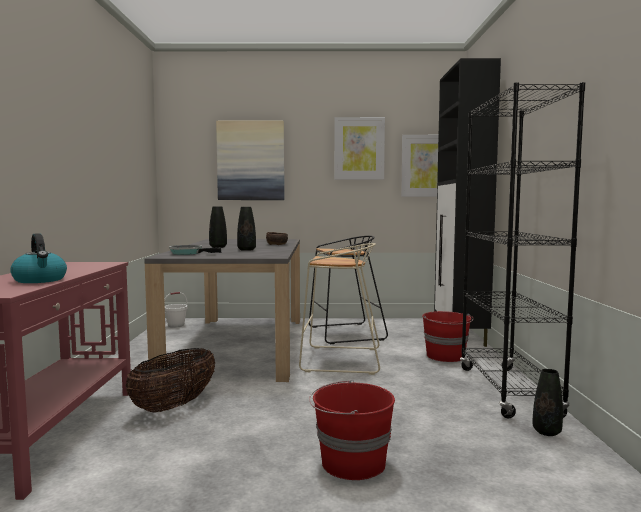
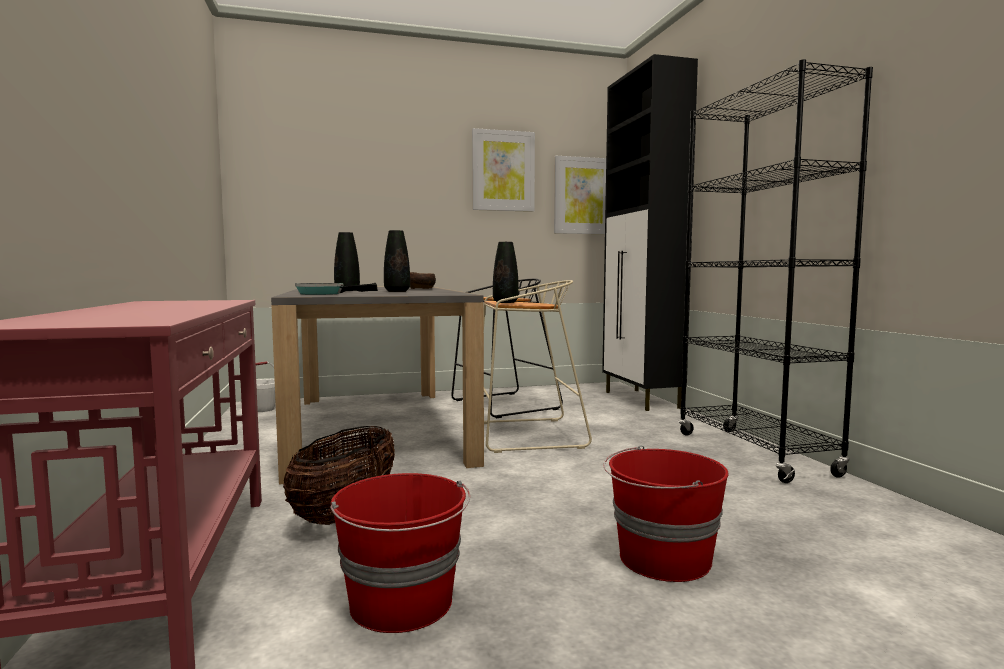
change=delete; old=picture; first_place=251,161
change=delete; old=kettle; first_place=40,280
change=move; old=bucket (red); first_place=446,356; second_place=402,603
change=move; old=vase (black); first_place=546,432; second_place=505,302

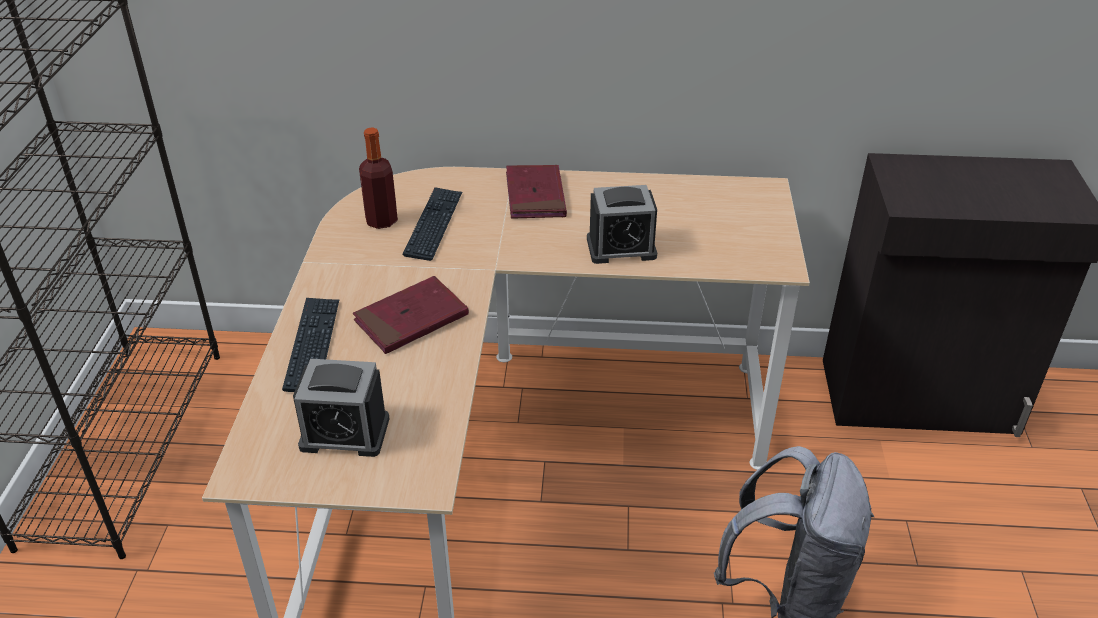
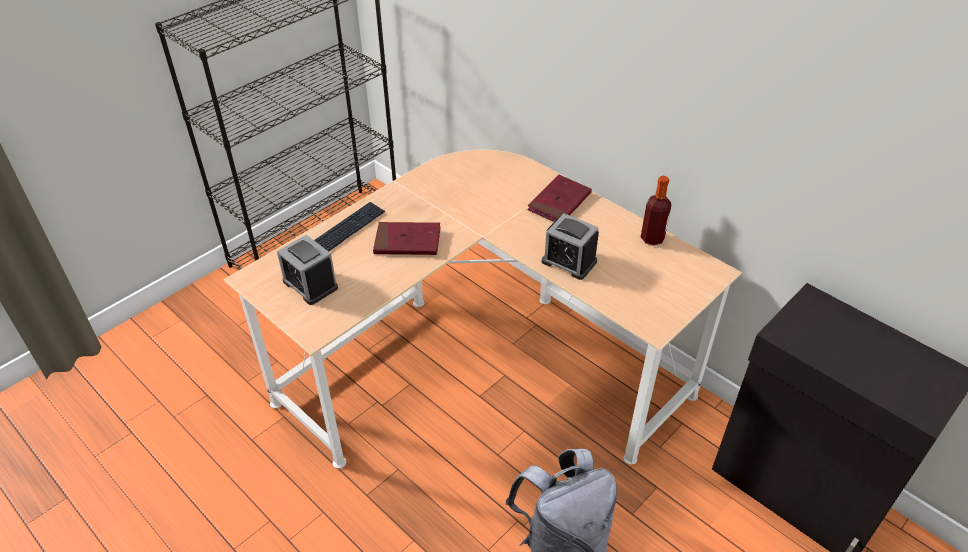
change=move; old=bottle; first_place=381,221; second_place=652,238
change=delete; old=keyboard; first_place=434,224

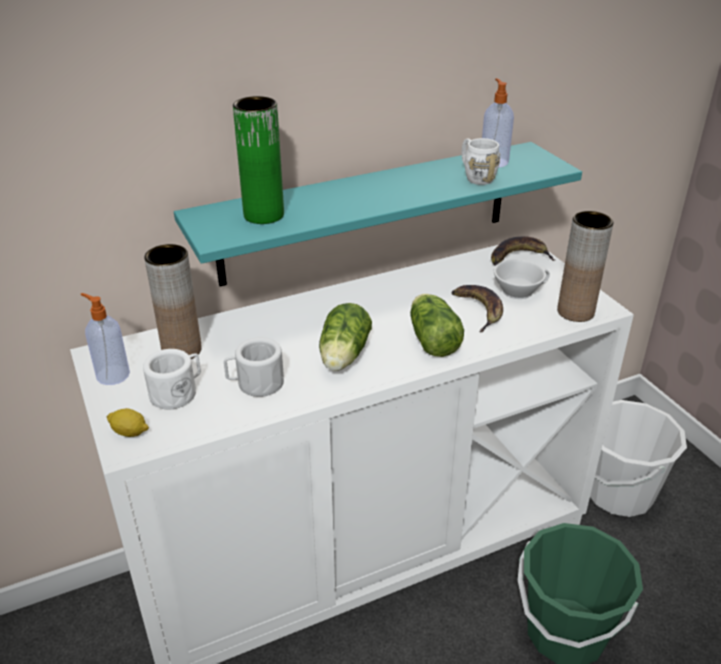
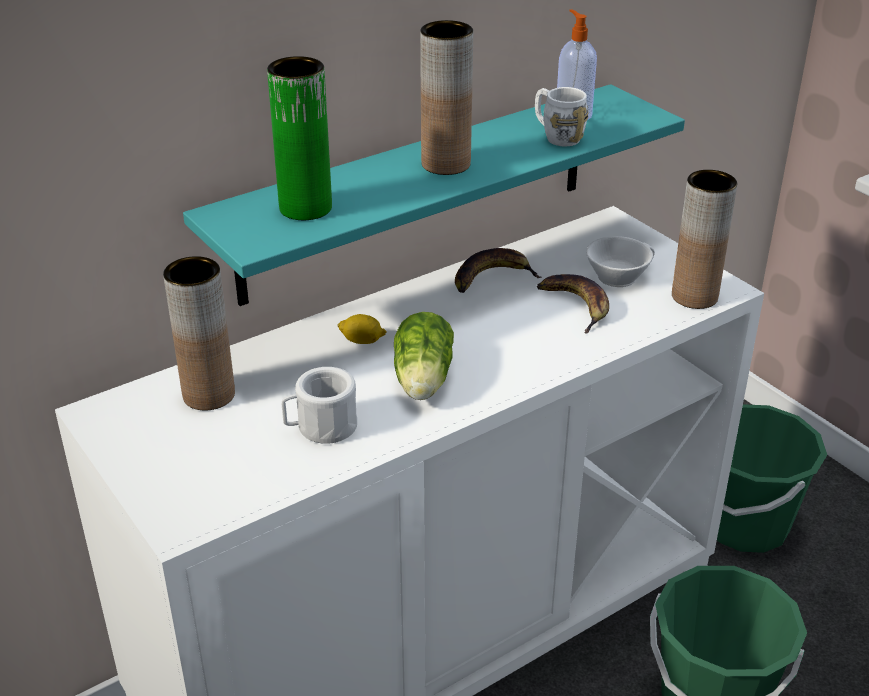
change=move; old=banana; first_place=519,257; second_place=492,277
change=delete; old=soap dispenser; first_place=112,375
change=delete; old=lettuce; first_place=432,338
change=delete; old=mug (white); first_place=178,393
change=recolor; old=bucket (white); new=bucket (green); first_place=618,493; second_place=744,524
change=move; old=lemon; first_place=129,432; second_place=362,341
change=insert; new=vase (brown); second_place=446,164

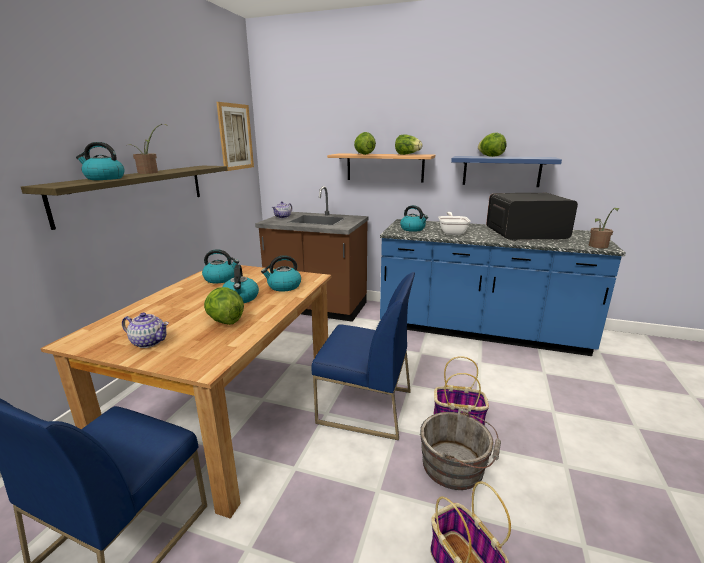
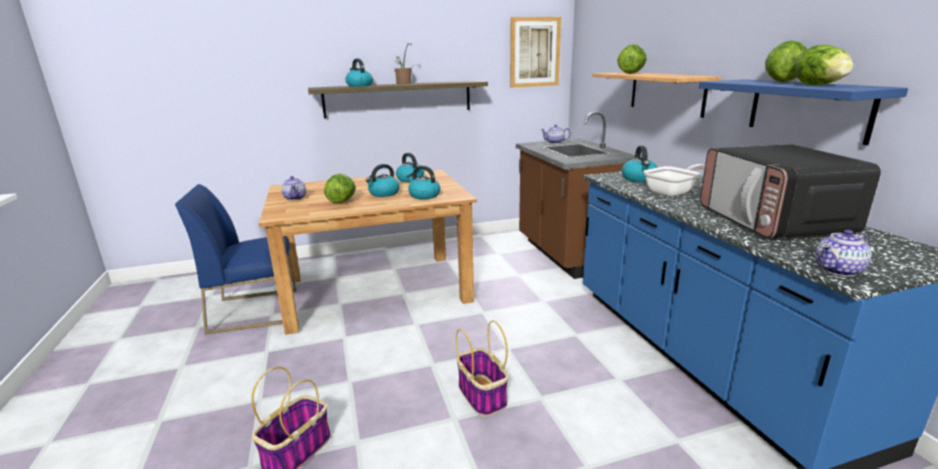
change=move; old=lettuce; first_place=407,154; second_place=821,85
change=rotate; old=microwave; first_place=524,234; second_place=773,221; degrees=-150
change=replace; old=potted plant; new=teapot; first_place=598,246; second_place=839,270
change=delete; old=chair (blue); first_place=364,407
change=delete; old=bucket (grey); first_place=456,466

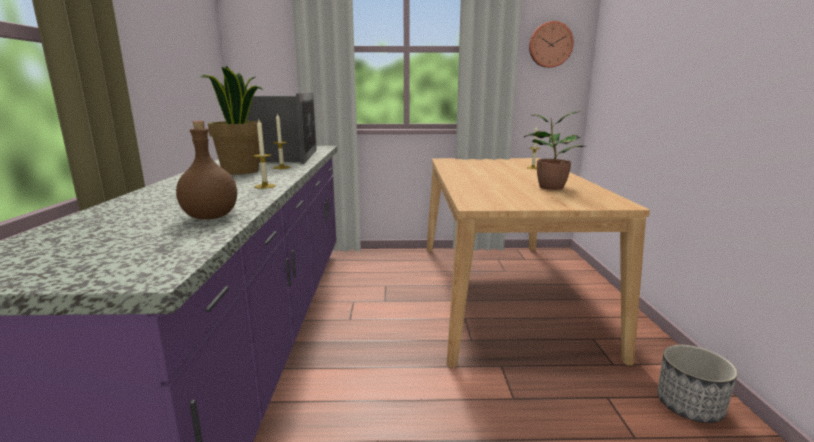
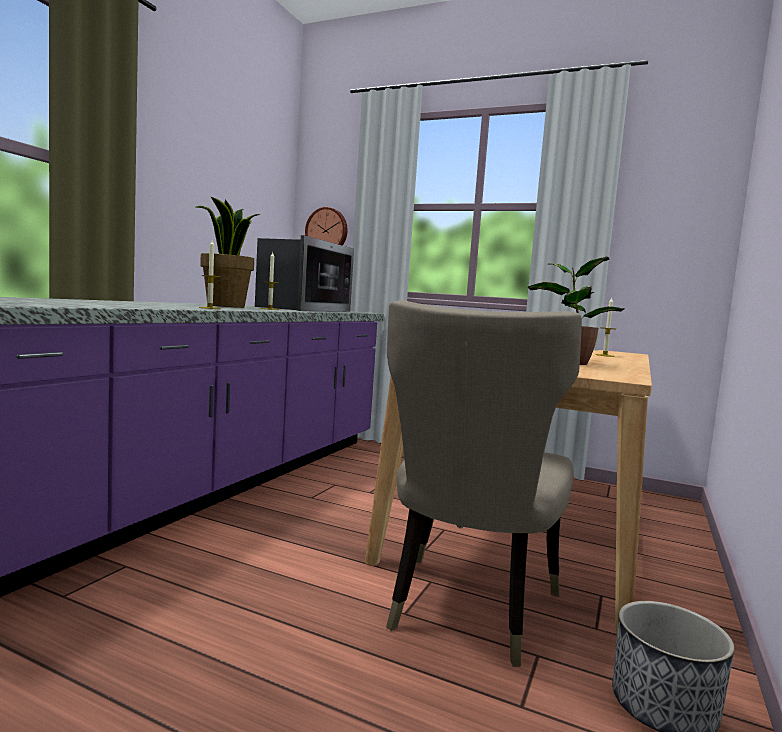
change=move; old=wall clock; first_place=550,45; second_place=327,231
change=delete; old=bottle (brown); first_place=211,217
change=insert; new=chair (beige); second_place=466,611

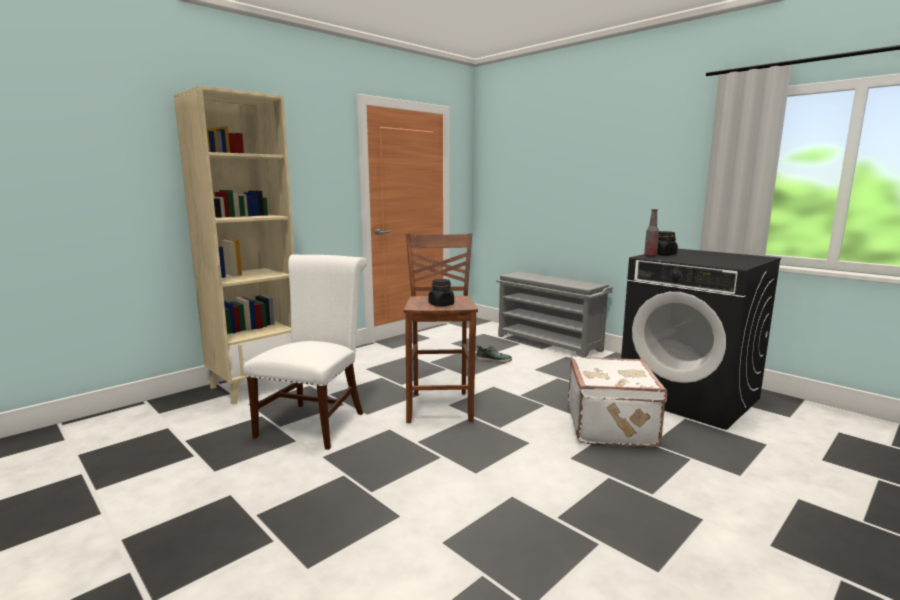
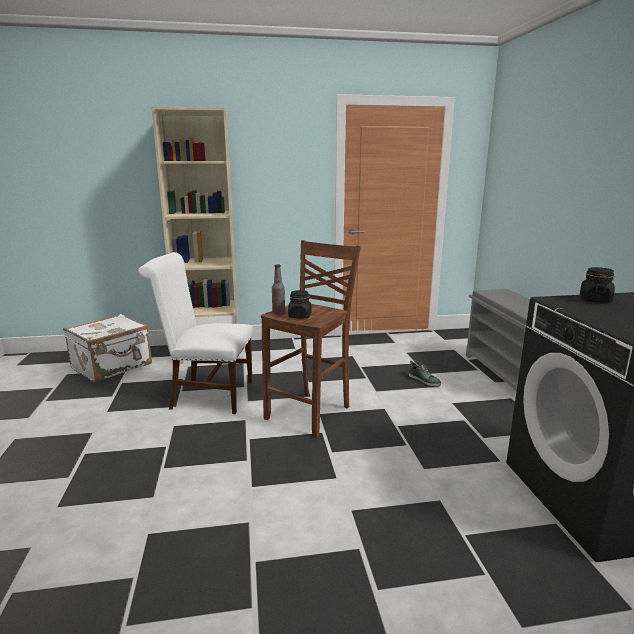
change=move; old=bottle; first_place=650,256; second_place=278,313
change=rotate; old=chair (white); first_place=315,422; second_place=206,395; degrees=-135
change=move; old=suitcase (white); first_place=612,426; second_place=113,367

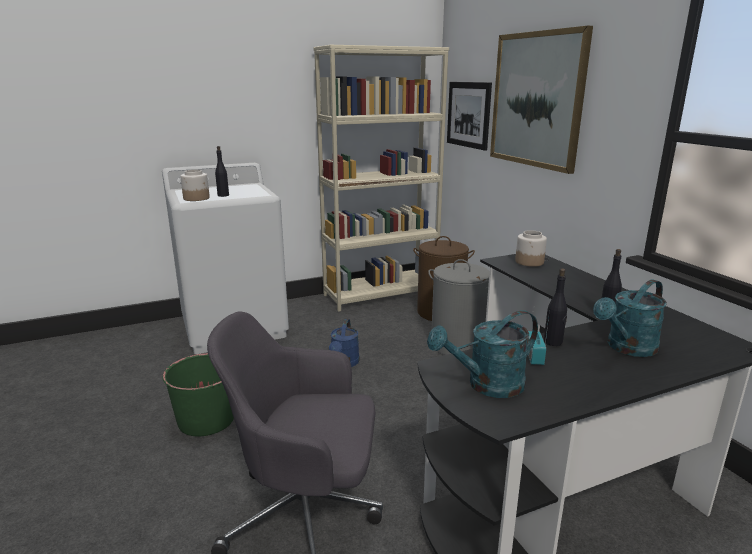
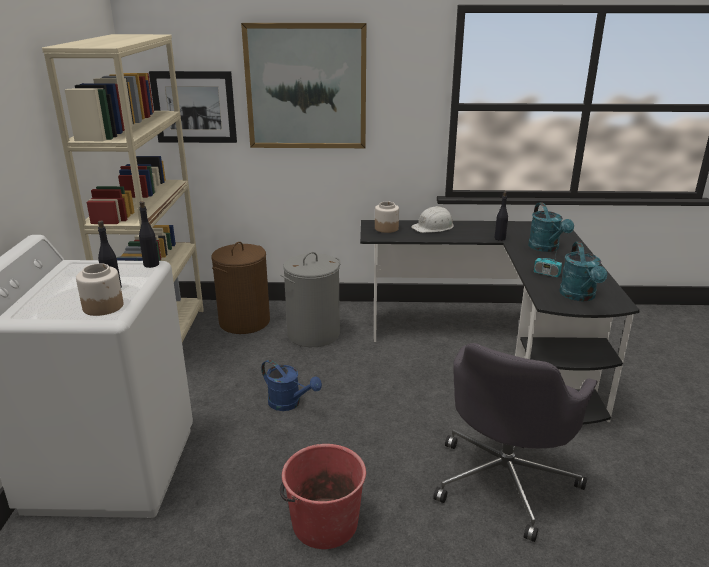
change=move; old=bottle (black); first_place=553,342; second_place=151,264
change=recolor; old=bucket (green); new=bucket (red); first_place=207,419; second_place=324,523
change=insert; new=hard hat (white); second_place=433,227

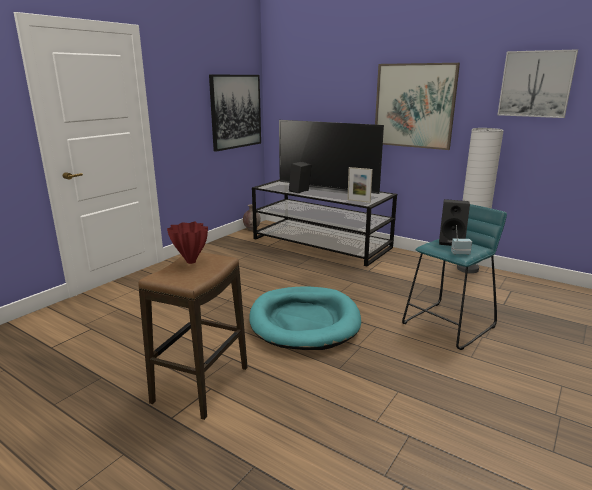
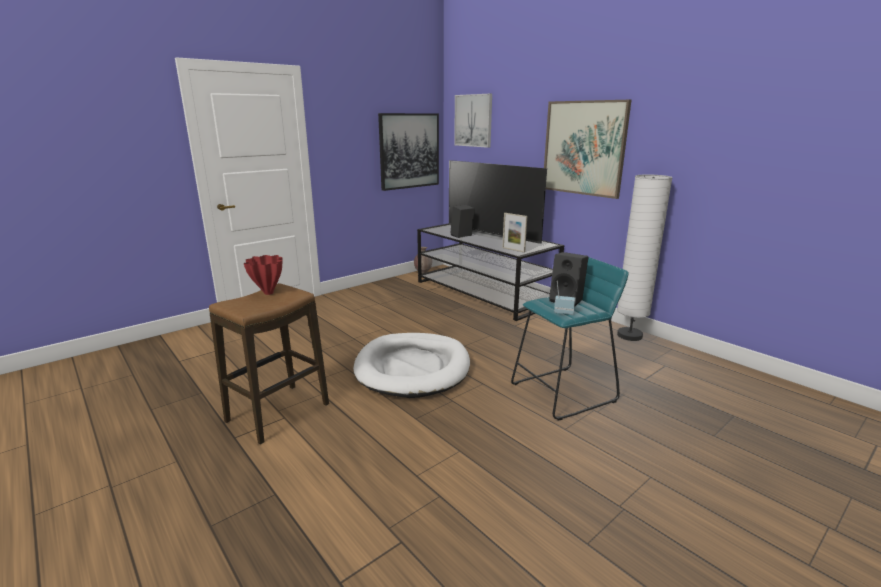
change=move; old=picture; first_place=535,84; second_place=473,120
change=recolor; old=dog bed (turquoise); new=dog bed (white); first_place=304,321; second_place=413,368

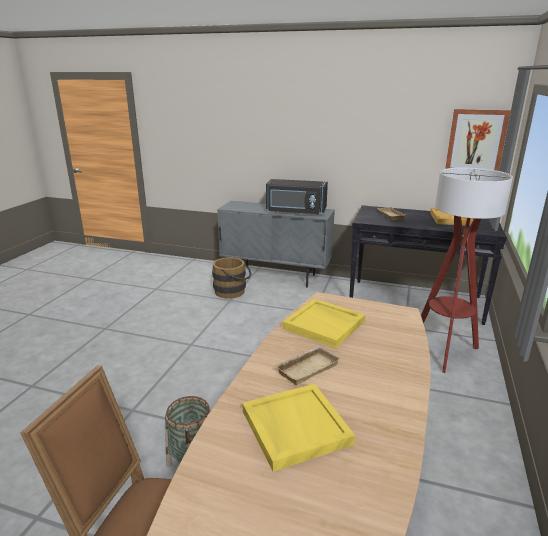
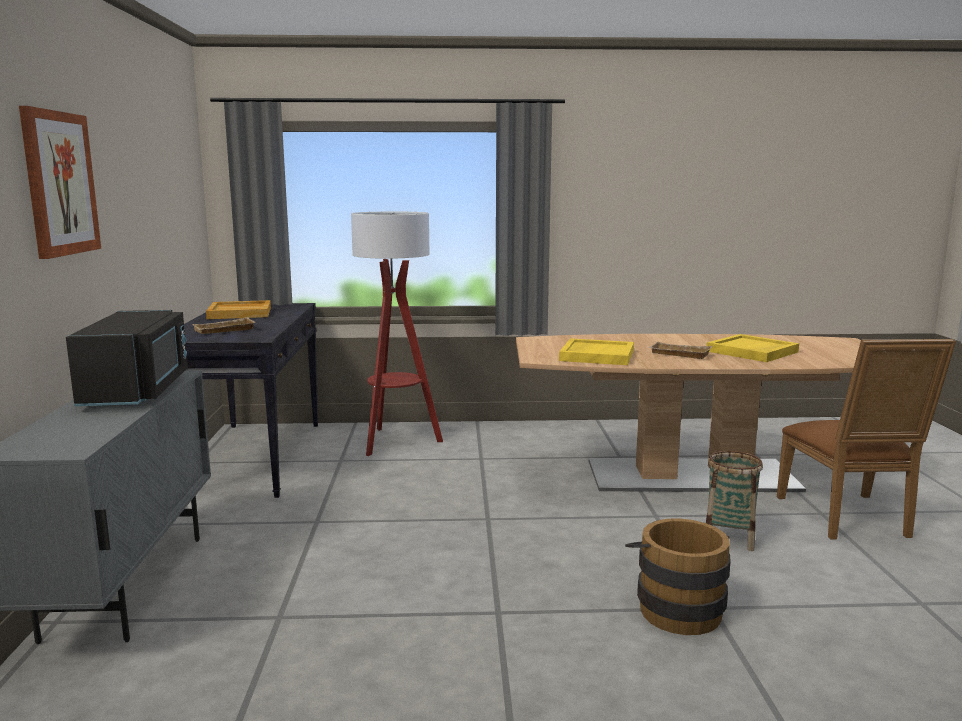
change=move; old=picture; first_place=476,142; second_place=59,183
change=move; old=bucket (brown); first_place=233,292; second_place=676,607

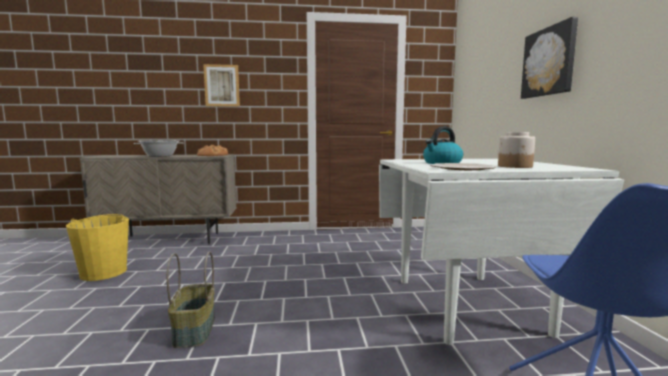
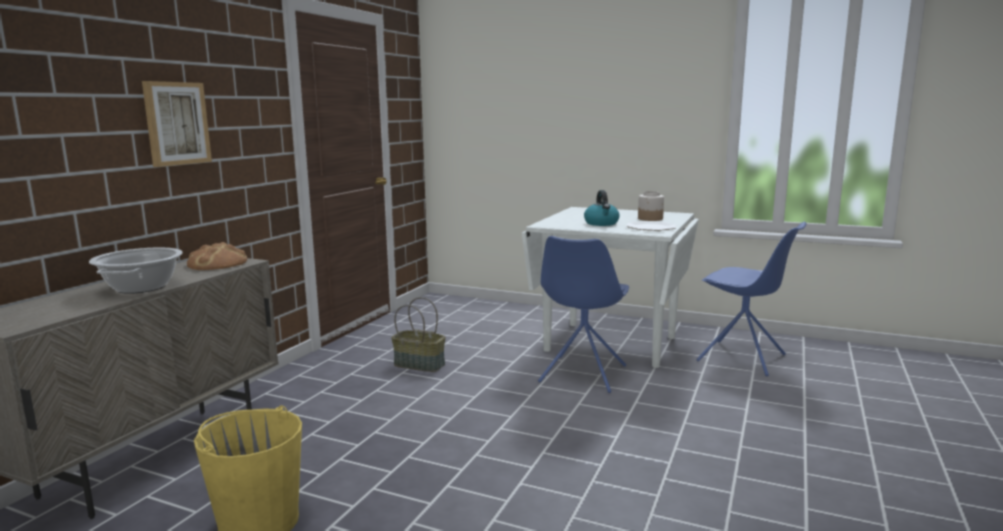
change=delete; old=picture; first_place=549,62
change=move; old=basket; first_place=195,330; second_place=420,364
change=insert; new=chair (blue); second_place=582,374

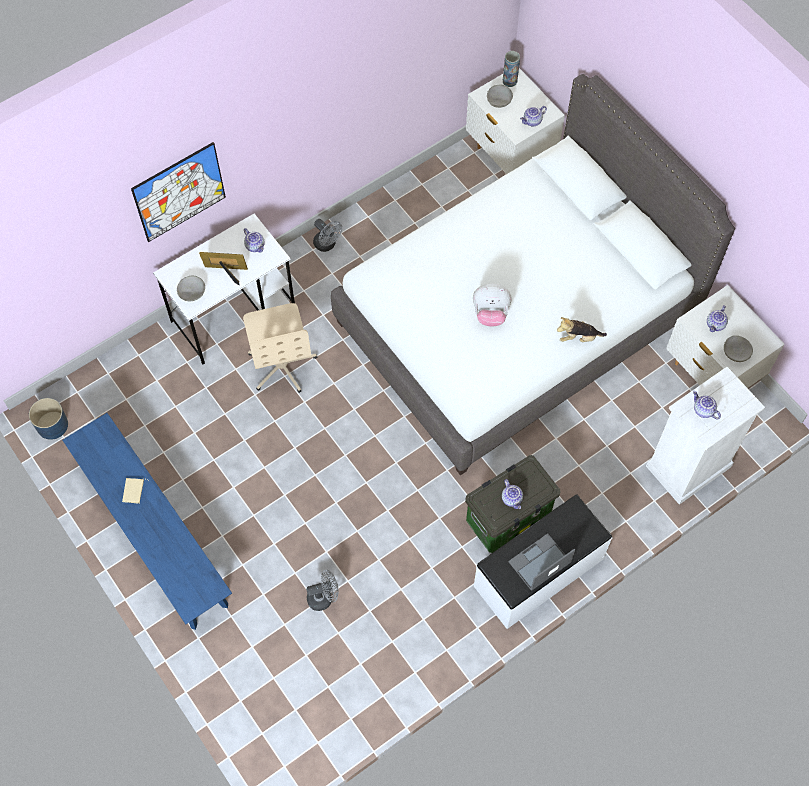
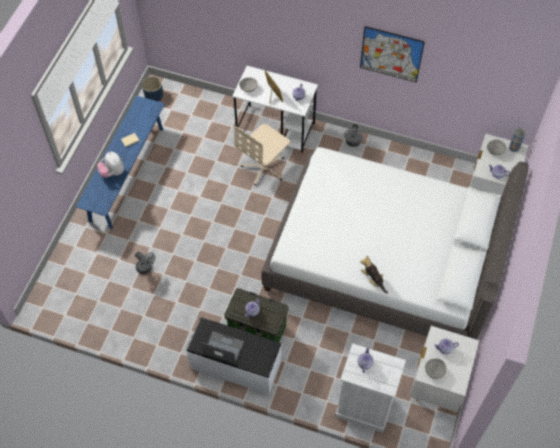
change=move; old=picture; first_place=179,192; second_place=391,54
change=move; old=plush toy; first_place=490,314; second_place=112,172

